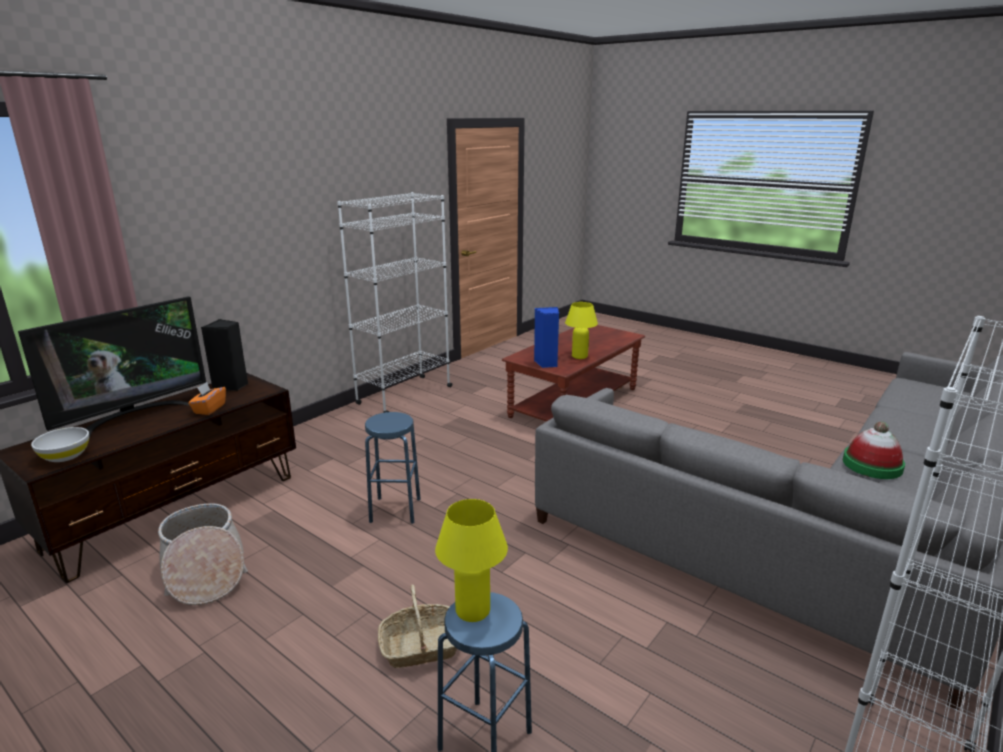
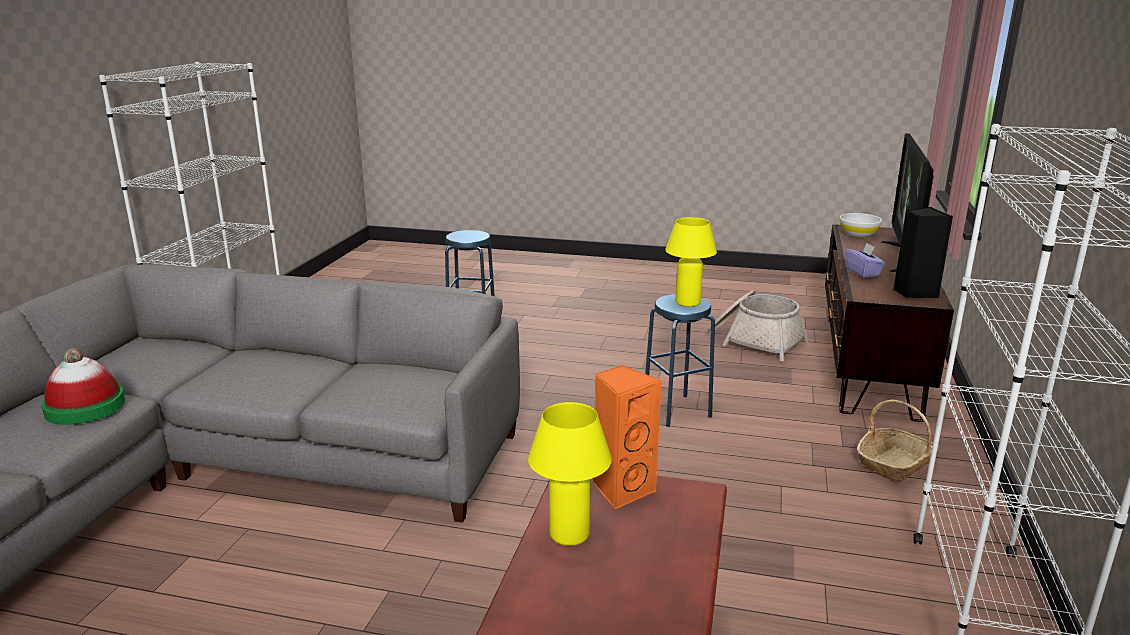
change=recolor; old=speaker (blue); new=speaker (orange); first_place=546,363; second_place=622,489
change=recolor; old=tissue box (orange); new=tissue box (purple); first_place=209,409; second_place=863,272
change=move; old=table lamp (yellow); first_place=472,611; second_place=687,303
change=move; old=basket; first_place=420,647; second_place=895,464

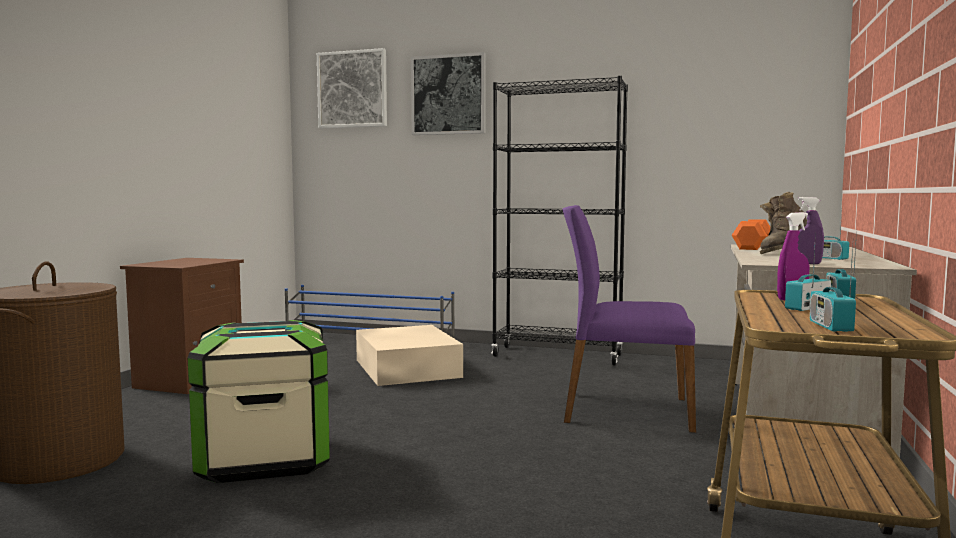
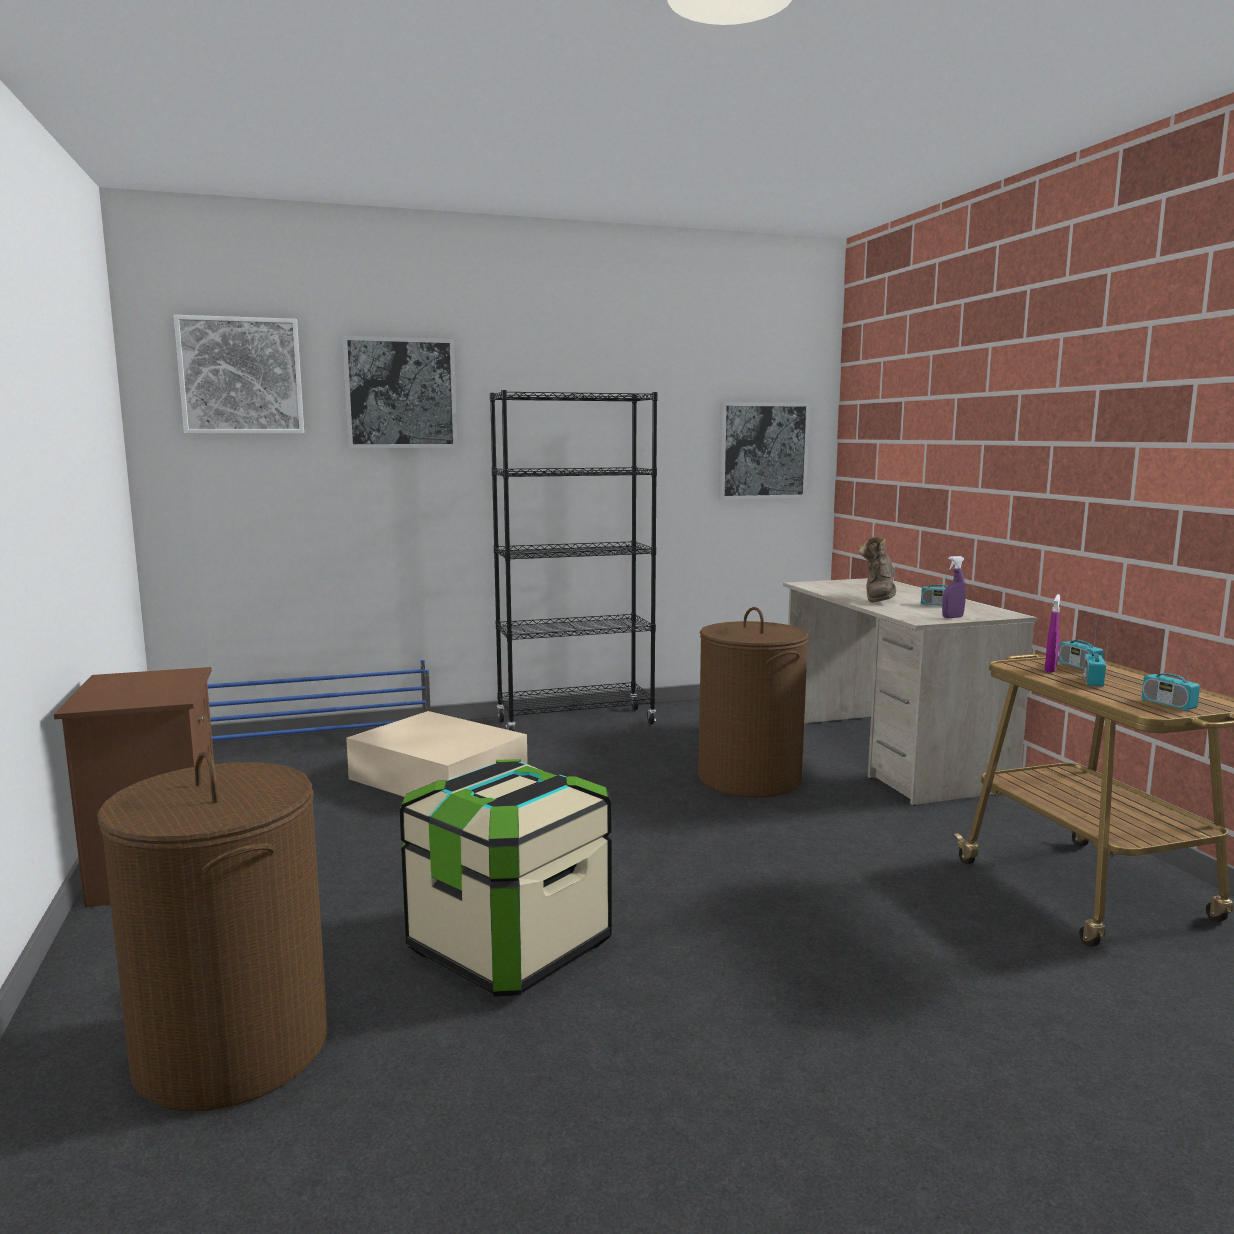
change=replace; old=chair (purple); new=laundry basket (brown); first_place=625,410; second_place=749,778
change=delete; old=dumbbell (orange); first_place=752,247
change=insert; new=picture; second_place=762,450

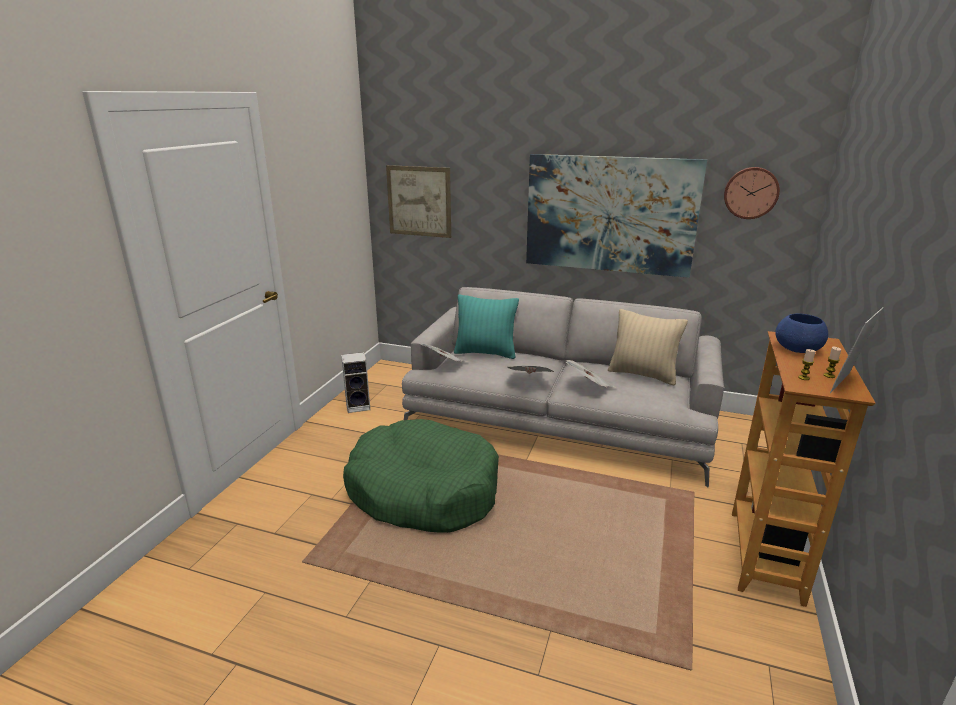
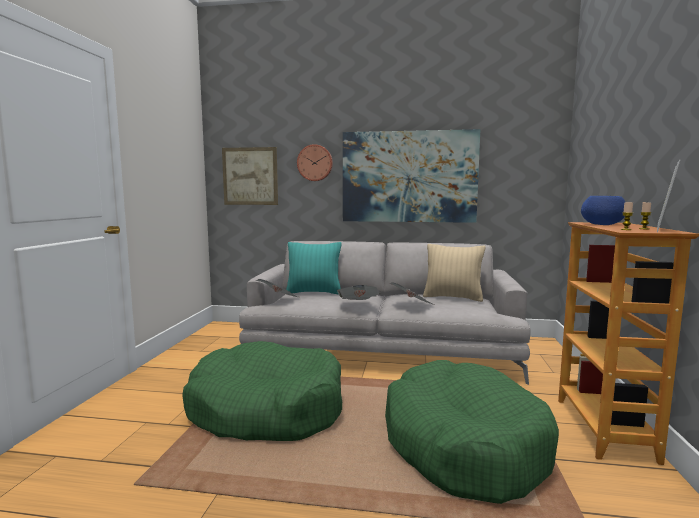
change=move; old=wall clock; first_place=751,192; second_place=315,163
change=delete; old=speaker; first_place=359,406
change=insert; new=dog bed (green); second_place=462,444

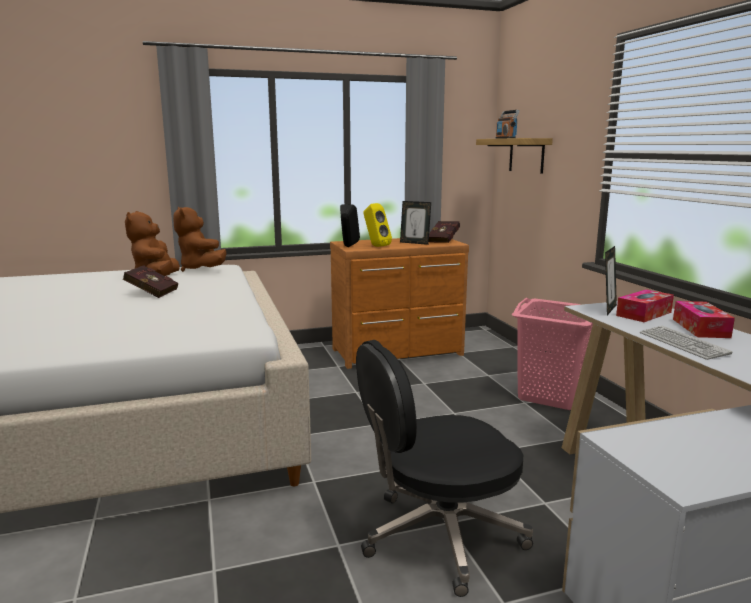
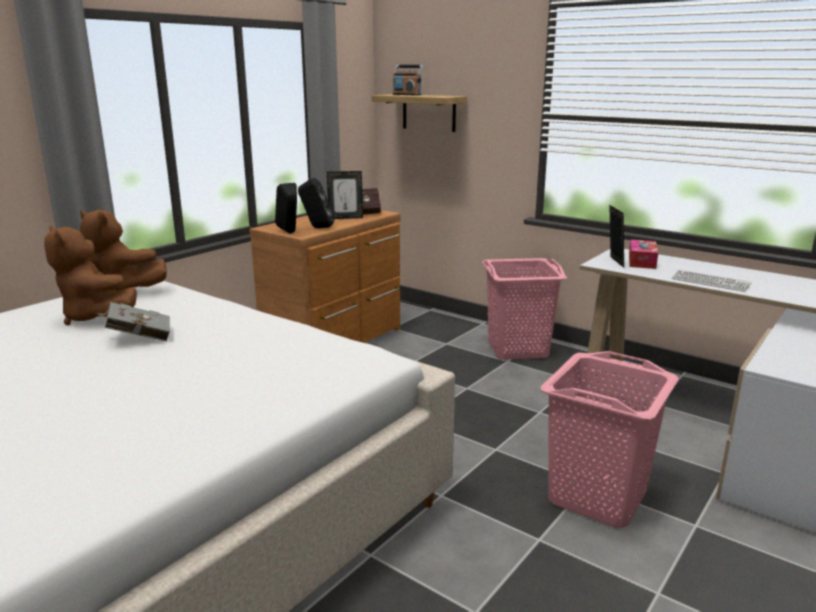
change=recolor; old=speaker (yellow); new=speaker (black); first_place=376,246; second_place=316,228
change=recolor; old=book (red); new=book (grey); first_place=150,293; second_place=137,337
change=delete; old=tissue box; first_place=700,328
change=replace; old=office chair (black); new=laundry basket (pink); first_place=439,536; second_place=596,497

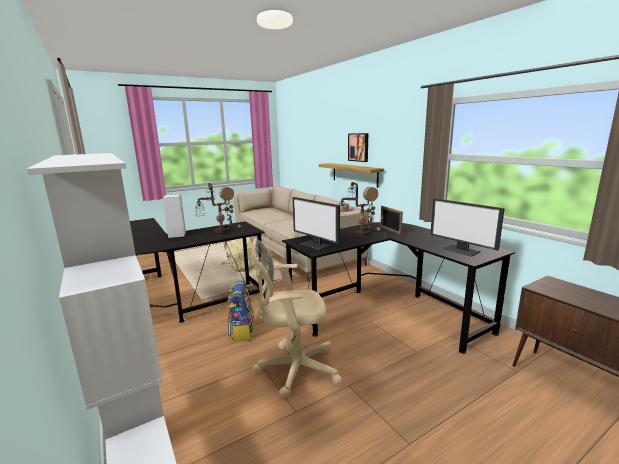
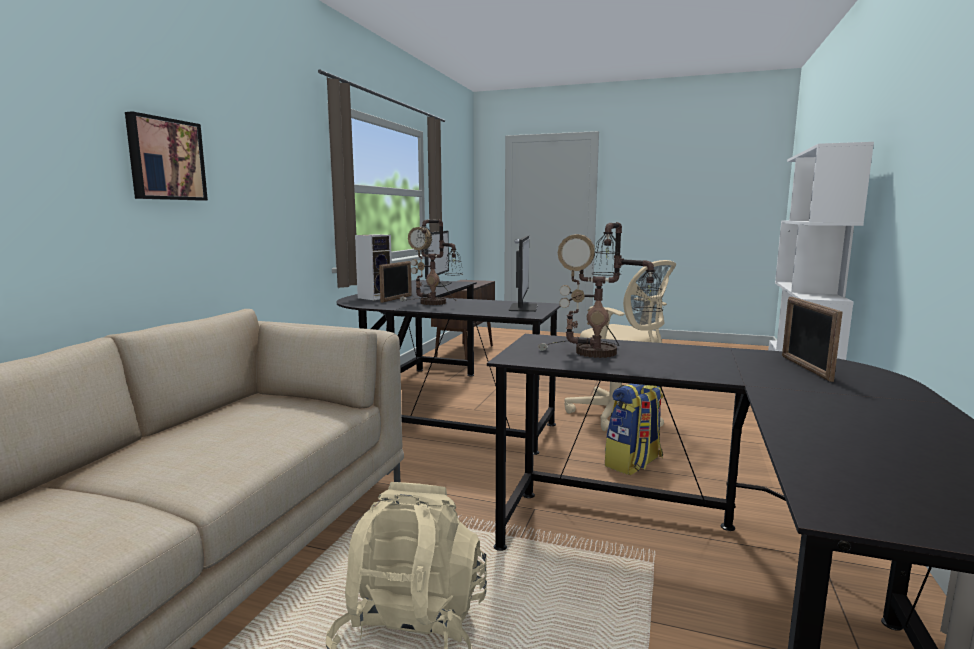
change=delete; old=shelf; first_place=354,174
change=move; old=speaker; first_place=177,235; second_place=375,297
change=insert; new=picture frame; second_place=805,368

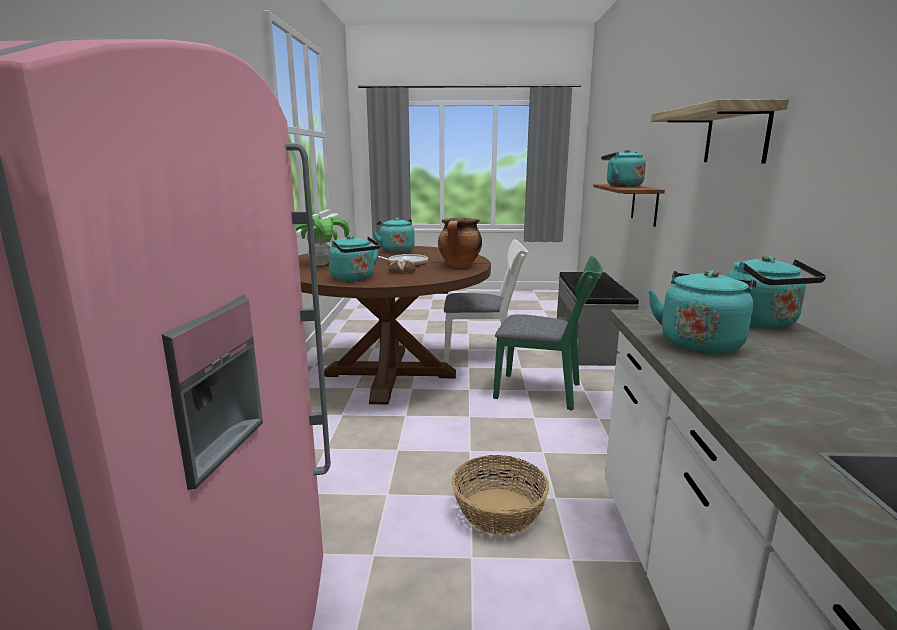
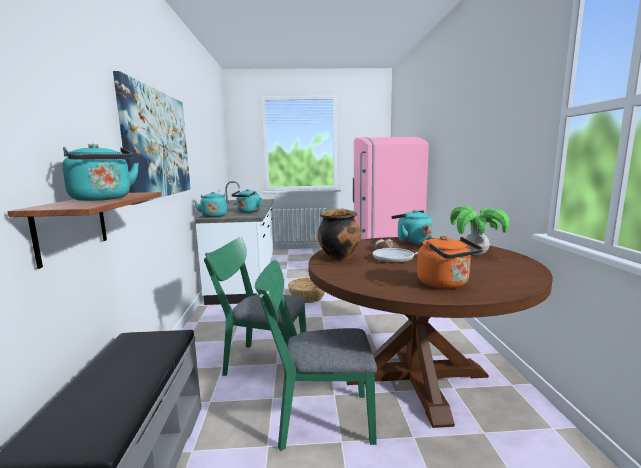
change=replace; old=shelf; new=picture; first_place=736,135; second_place=158,144
change=recolor; old=kettle (turquoise); new=kettle (orange); first_place=396,250; second_place=445,284
change=recolor; old=chair (white); new=chair (green); first_place=484,357; second_place=316,419

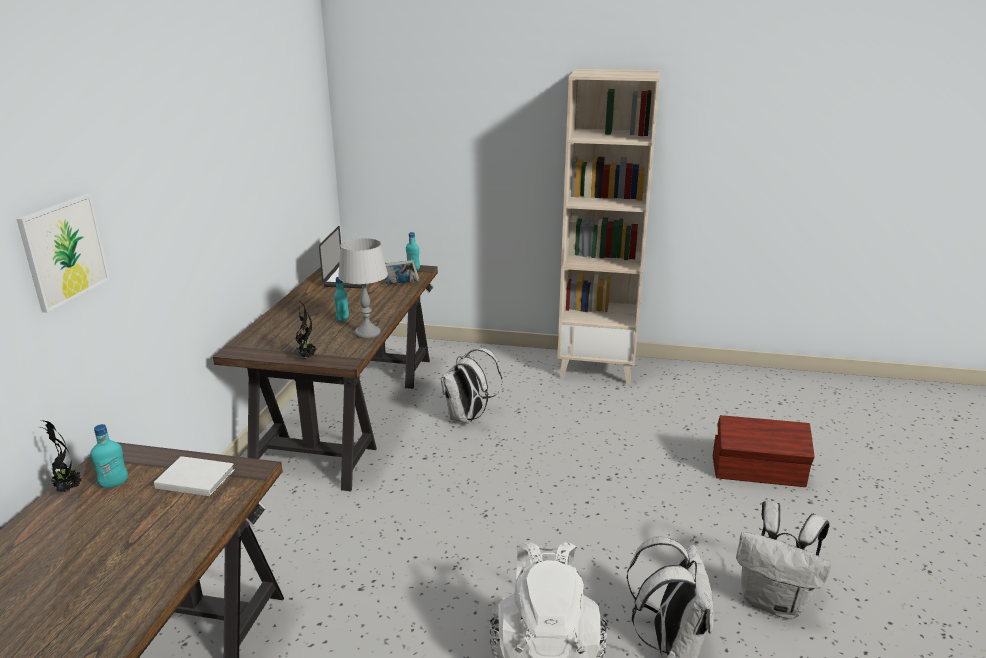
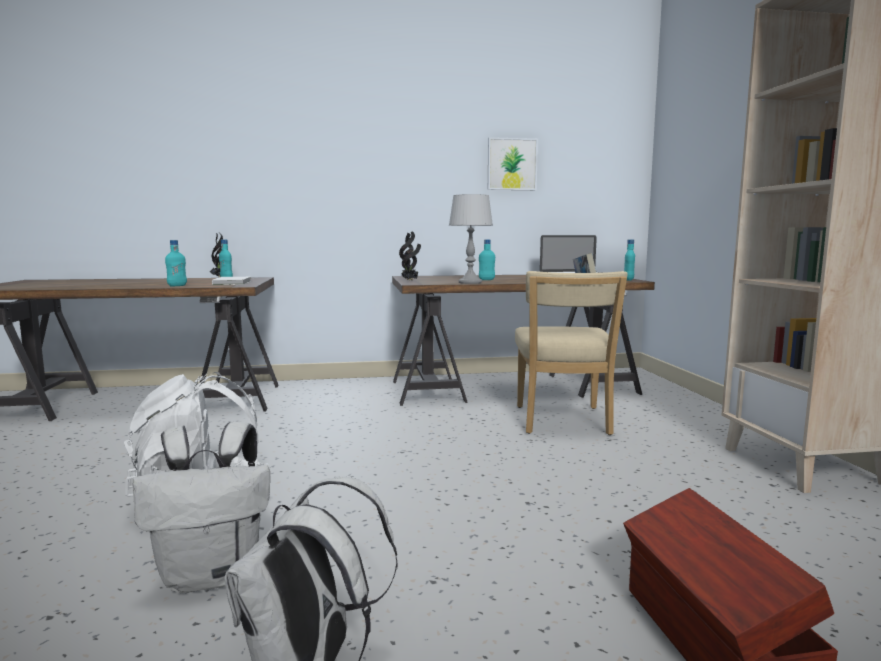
change=move; old=picture; first_place=64,251; second_place=512,164
change=replace; old=backpack (white); new=chair (beige); first_place=468,417; second_place=562,422
change=insert; new=bottle (turquoise); second_place=177,286

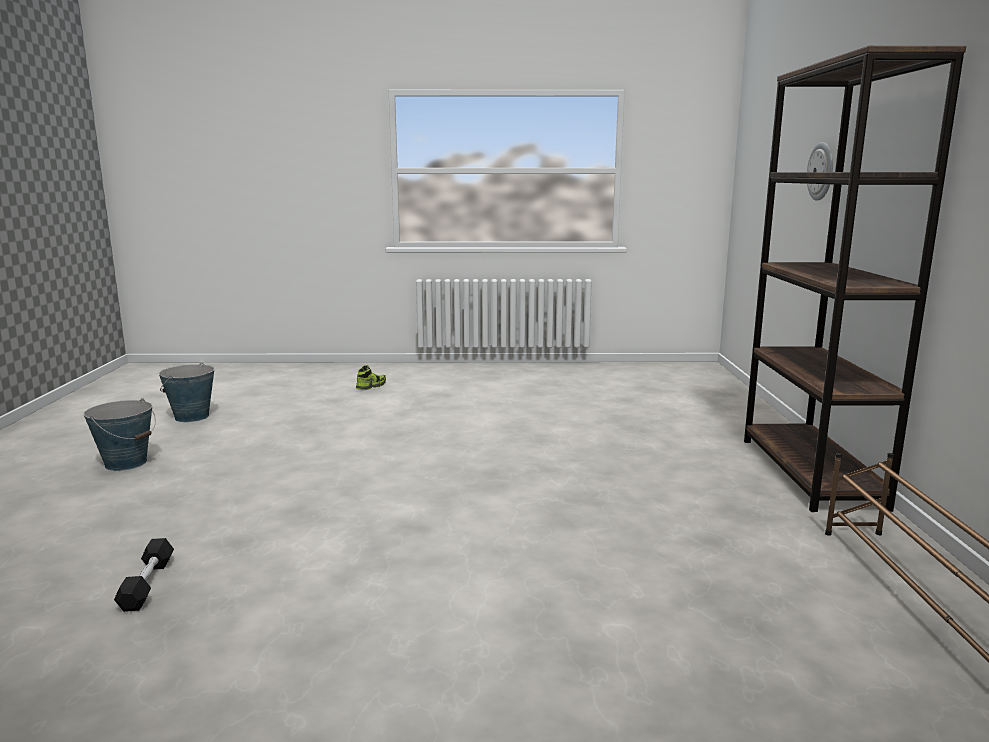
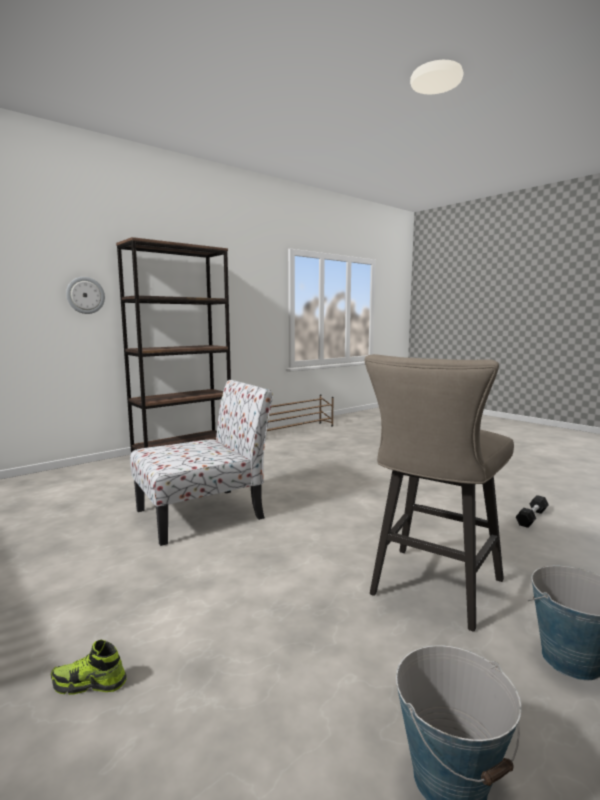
change=insert; new=stool (beige); second_place=431,591
change=insert; new=chair; second_place=203,514

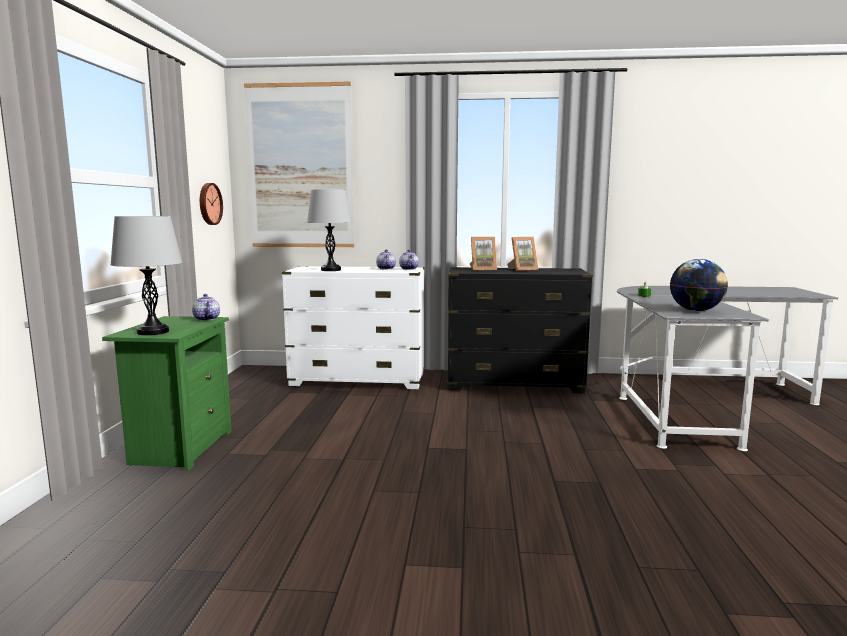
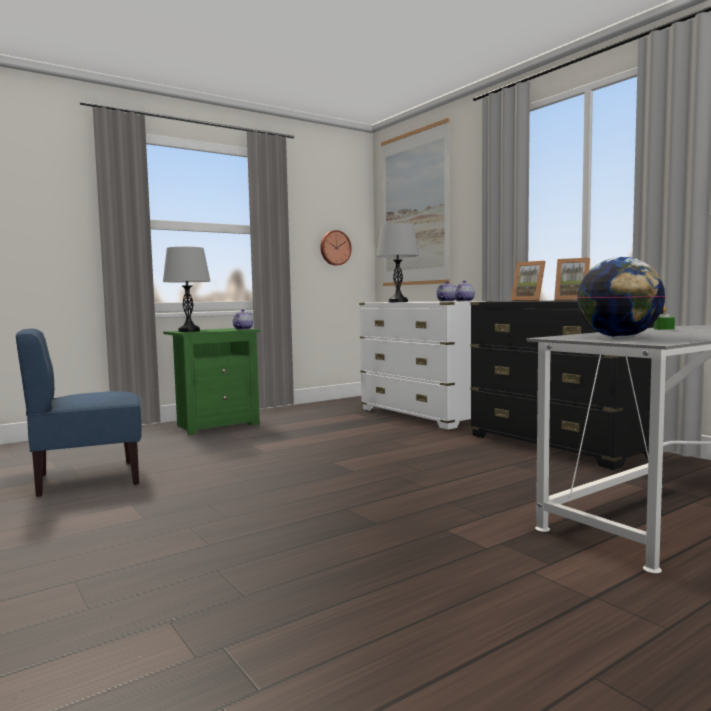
change=insert; new=chair (blue); second_place=87,479

